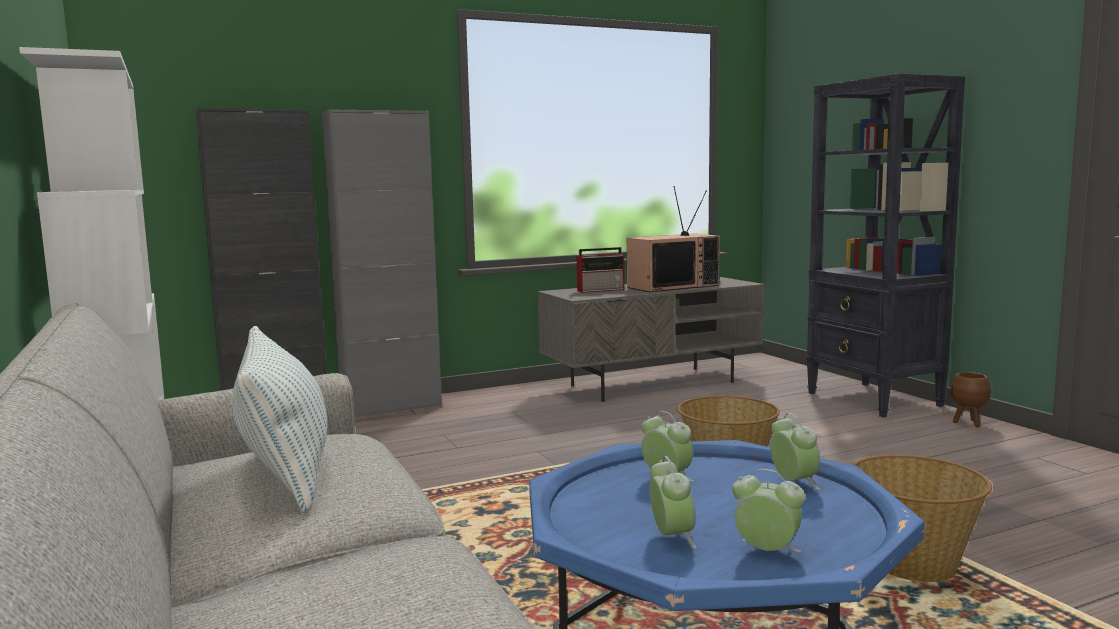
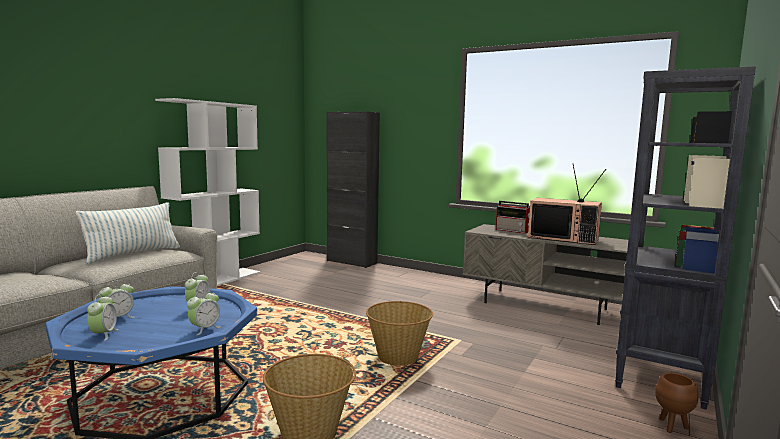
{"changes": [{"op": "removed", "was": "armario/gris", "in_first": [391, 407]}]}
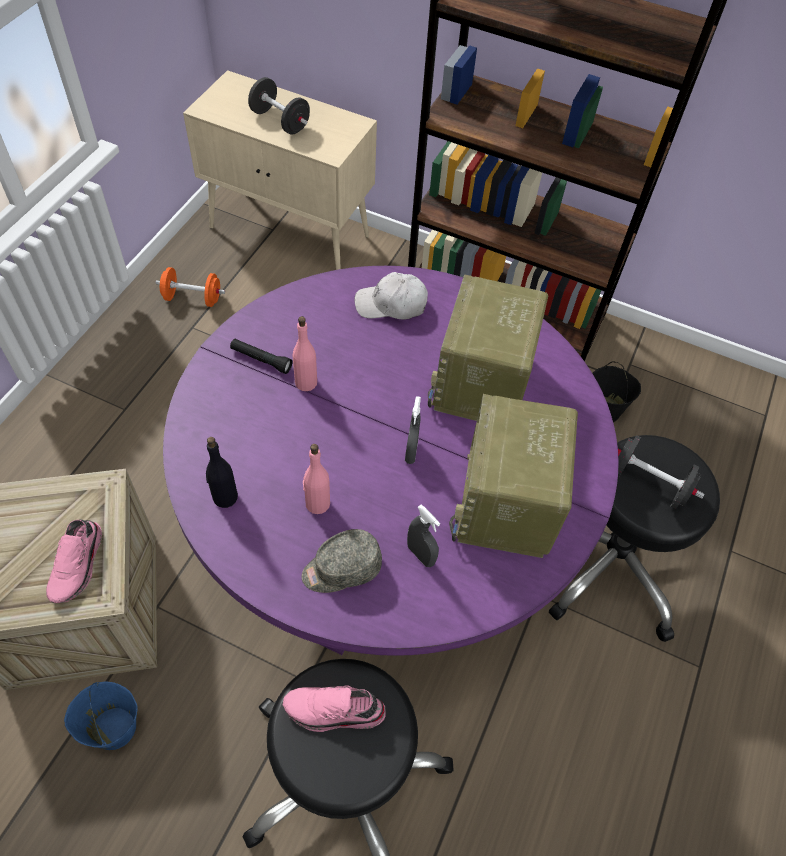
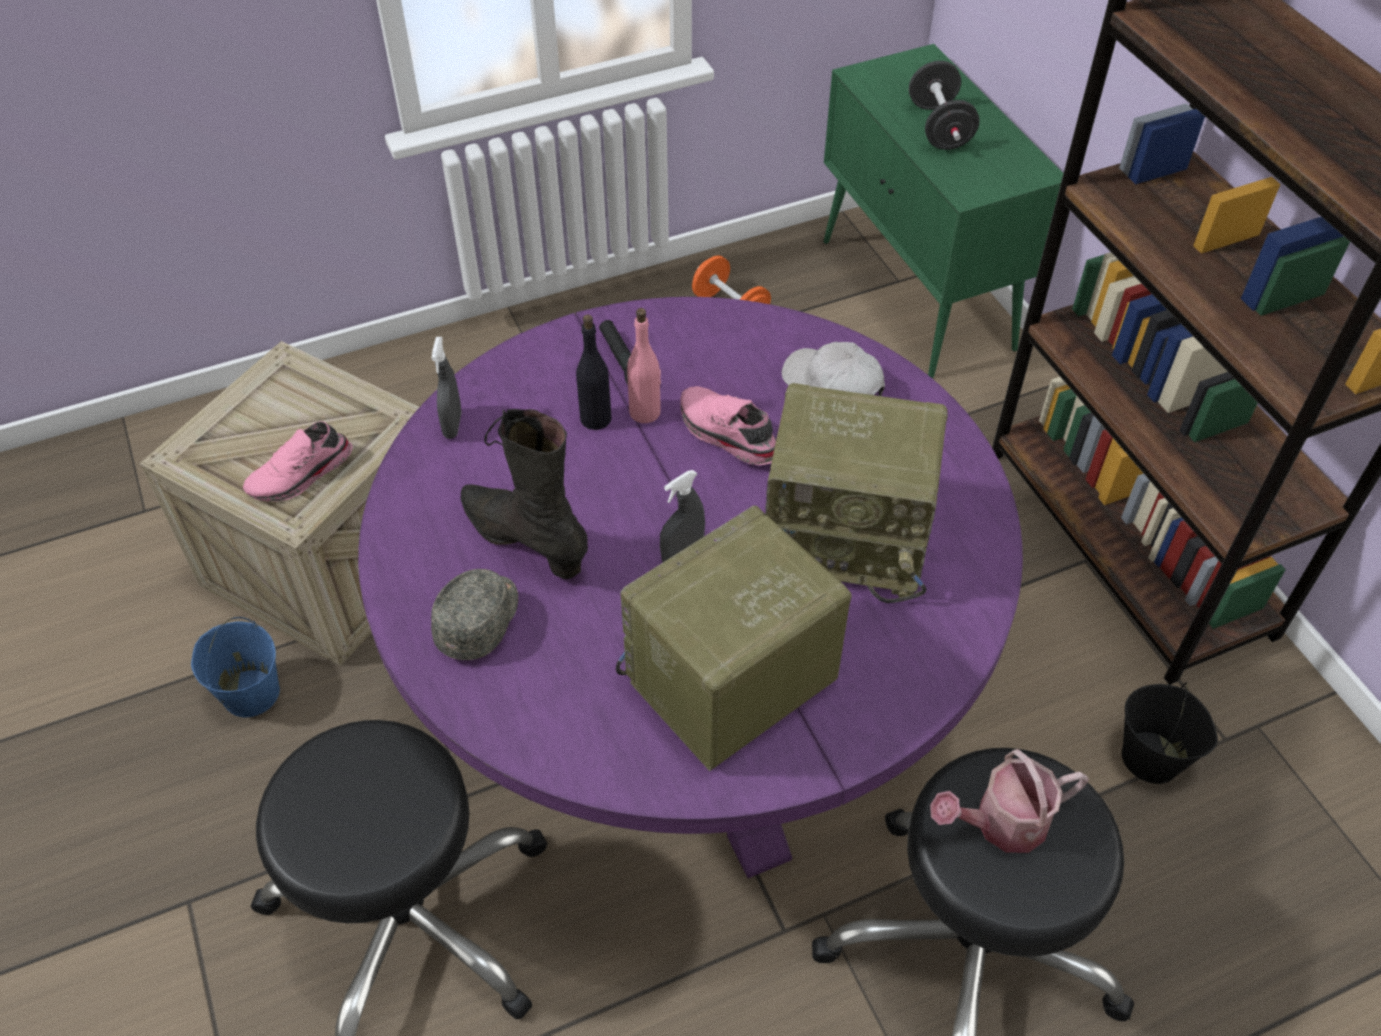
{"changes": [{"op": "moved", "was": "pulverizador/gris", "in_first": [421, 555], "in_second": [452, 425]}, {"op": "turned", "was": "gorra/gris", "in_first": [341, 569], "in_second": [480, 620], "clockwise": 90}, {"op": "replaced", "was": "botella/rosa", "now": "bota/negro", "in_first": [317, 503], "in_second": [525, 540]}, {"op": "moved", "was": "botella/negro", "in_first": [225, 497], "in_second": [595, 418]}, {"op": "moved", "was": "zapato/rosa", "in_first": [333, 712], "in_second": [726, 435]}, {"op": "turned", "was": "radio", "in_first": [482, 384], "in_second": [849, 537], "clockwise": -135}, {"op": "recoloured", "was": "armario/beis", "now": "armario/verde", "in_first": [291, 233], "in_second": [918, 296]}, {"op": "replaced", "was": "mancuerna/negro", "now": "regadera", "in_first": [648, 483], "in_second": [1001, 824]}]}
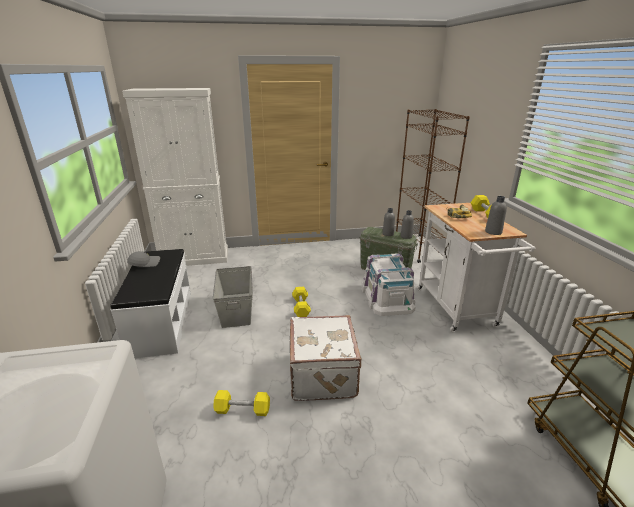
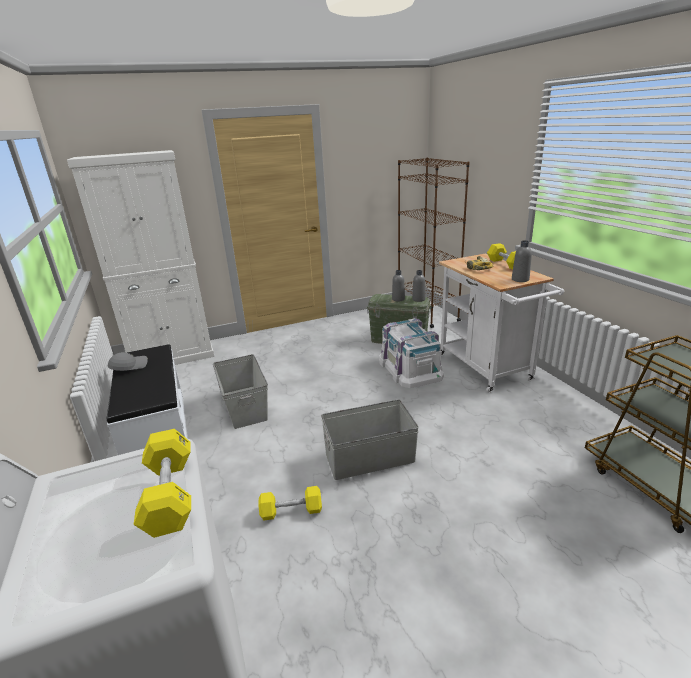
{"changes": [{"op": "moved", "was": "mancuerna/amarillo", "in_first": [301, 307], "in_second": [169, 494]}, {"op": "replaced", "was": "maleta/blanco", "now": "caja de almacenaje/gris", "in_first": [324, 374], "in_second": [369, 458]}]}
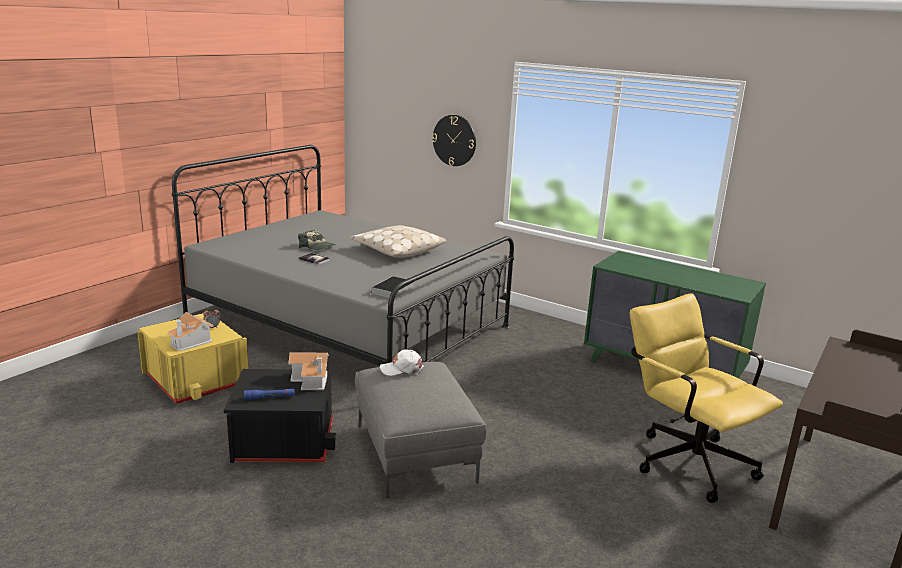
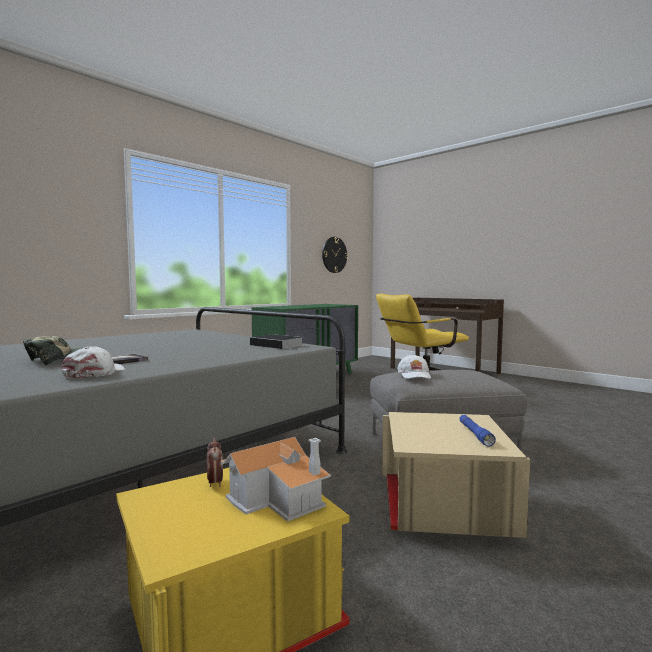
{"changes": [{"op": "added", "now": "gorra/blanco", "in_second": [95, 373]}, {"op": "moved", "was": "reloj de pared", "in_first": [454, 140], "in_second": [334, 255]}, {"op": "recoloured", "was": "caja de almacenaje/negro", "now": "caja de almacenaje/beis", "in_first": [283, 441], "in_second": [442, 508]}, {"op": "removed", "was": "casita", "in_first": [311, 380]}, {"op": "removed", "was": "cojín/beis", "in_first": [397, 250]}]}
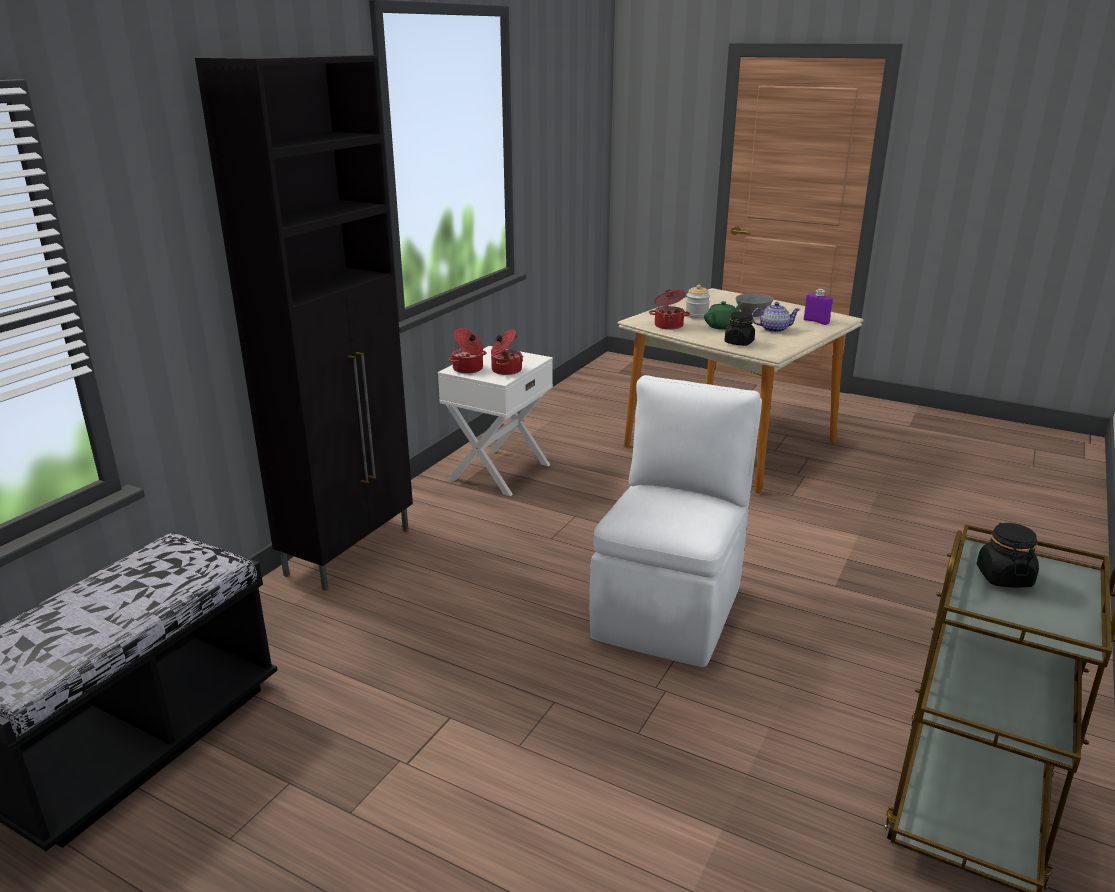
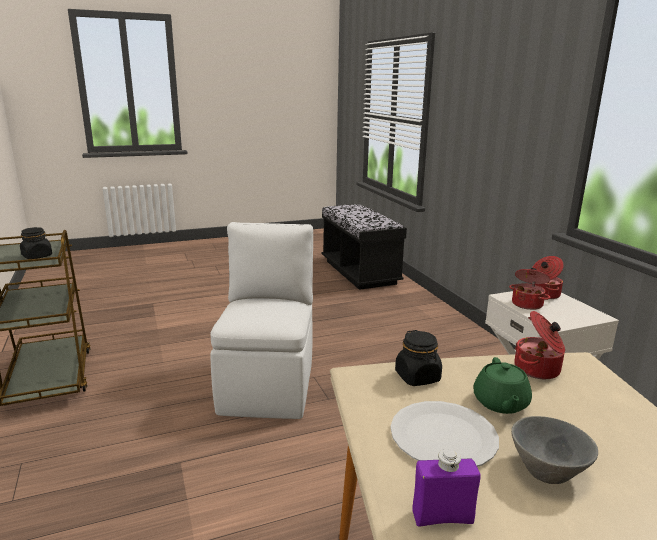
{"changes": [{"op": "turned", "was": "silla/blanco", "in_first": [670, 608], "in_second": [268, 384], "clockwise": -150}, {"op": "replaced", "was": "tetera", "now": "plato/blanco", "in_first": [773, 329], "in_second": [443, 436]}, {"op": "removed", "was": "armario/negro", "in_first": [351, 551]}, {"op": "removed", "was": "tarro", "in_first": [696, 315]}]}
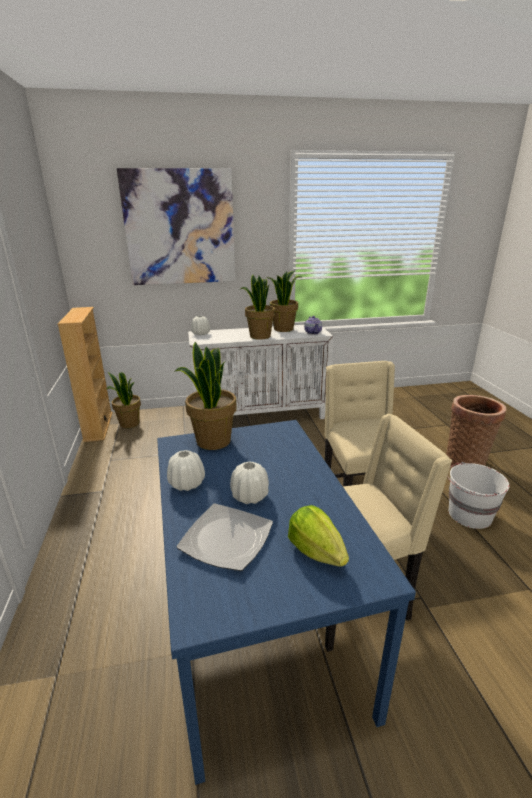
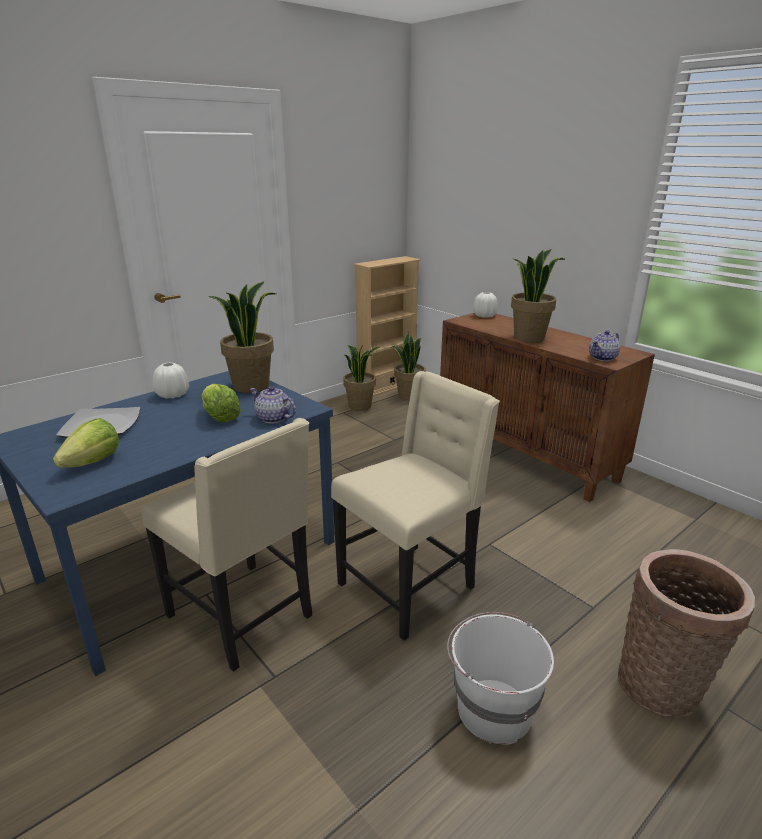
{"changes": [{"op": "added", "now": "lechuga", "in_second": [220, 417]}, {"op": "added", "now": "tetera", "in_second": [273, 418]}, {"op": "moved", "was": "planta en maceta", "in_first": [283, 329], "in_second": [360, 406]}, {"op": "recoloured", "was": "armario/blanco", "now": "armario/marrón", "in_first": [261, 415], "in_second": [526, 455]}, {"op": "removed", "was": "cuadro", "in_first": [180, 228]}, {"op": "removed", "was": "florero/blanco", "in_first": [250, 496]}]}
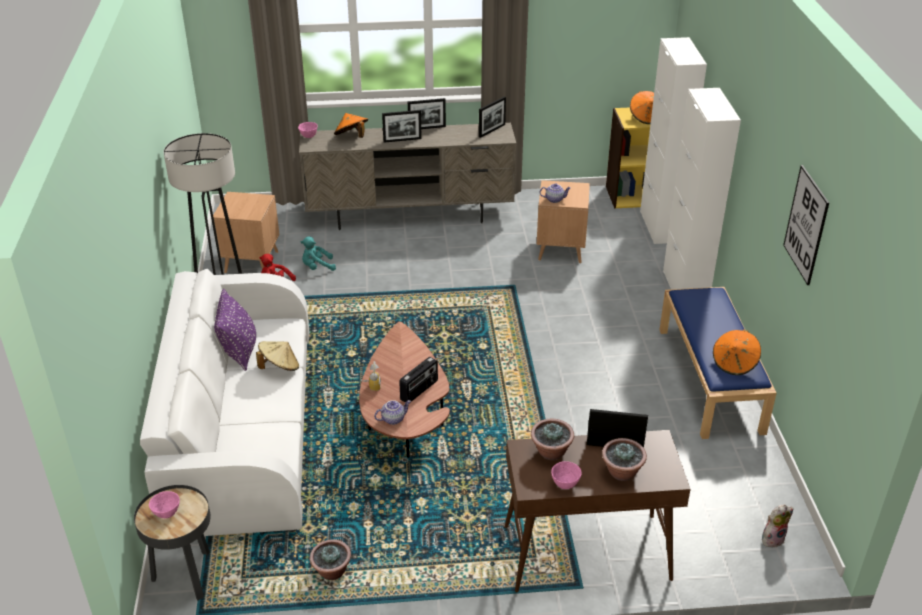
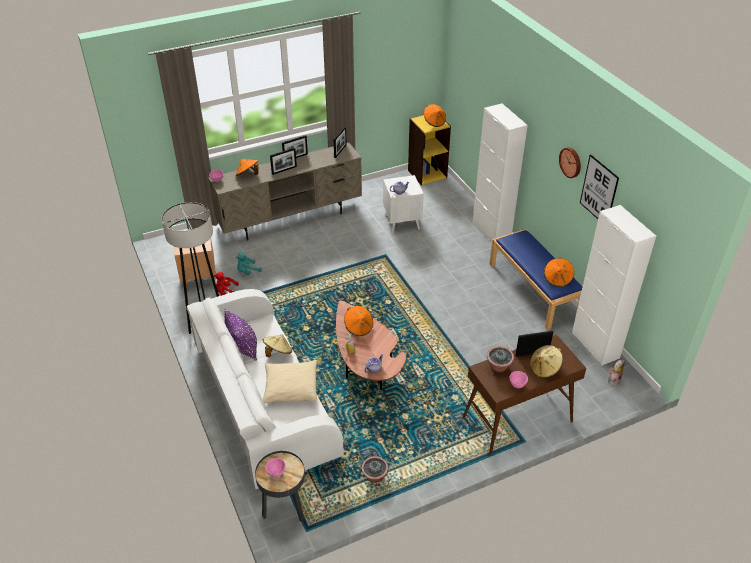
{"changes": [{"op": "added", "now": "cojín/beis", "in_second": [291, 387]}, {"op": "added", "now": "sombrero/naranja", "in_second": [358, 327]}, {"op": "recoloured", "was": "mesa auxiliar/marrón", "now": "mesa auxiliar/blanco", "in_first": [560, 250], "in_second": [402, 222]}, {"op": "replaced", "was": "planta en maceta", "now": "sombrero/beis", "in_first": [622, 473], "in_second": [544, 369]}, {"op": "added", "now": "reloj de pared", "in_second": [571, 162]}, {"op": "moved", "was": "armario/blanco", "in_first": [659, 227], "in_second": [595, 345]}, {"op": "removed", "was": "radio", "in_first": [419, 390]}]}
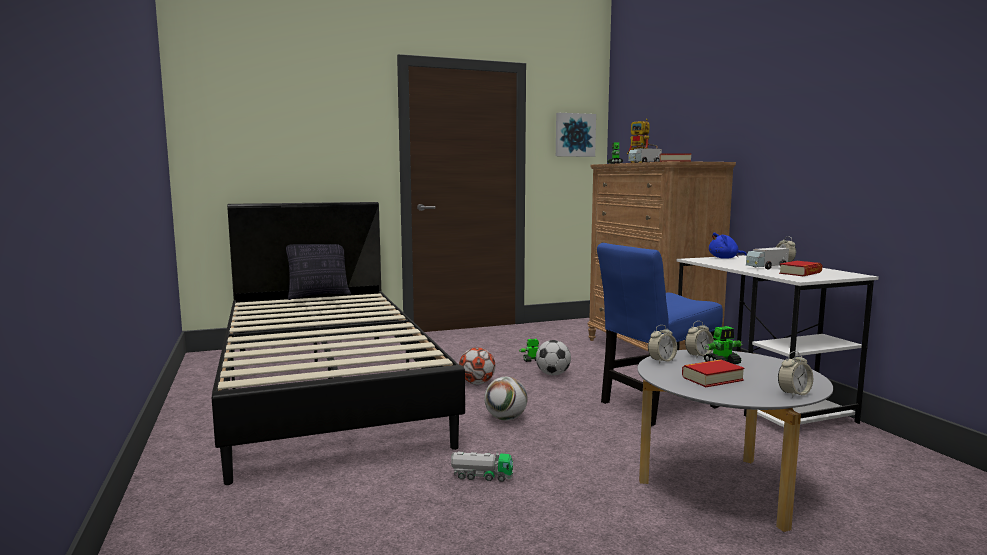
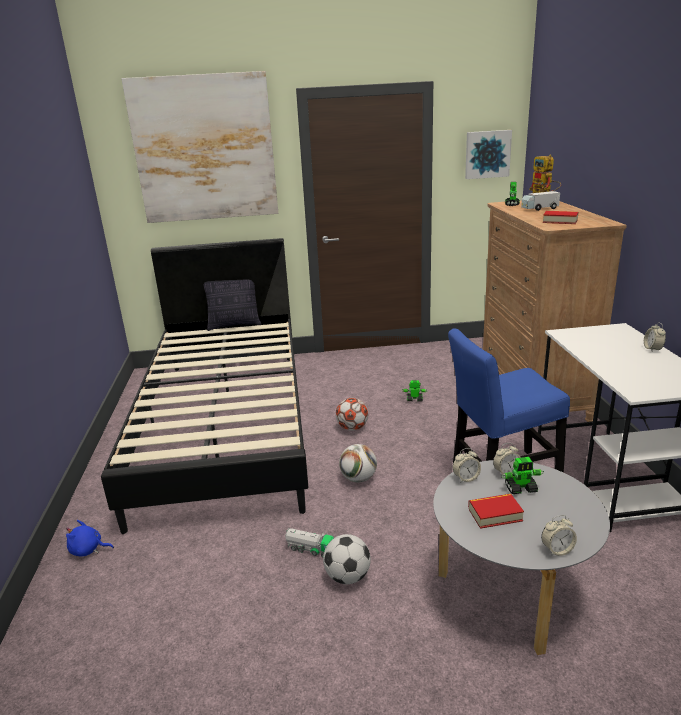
{"changes": [{"op": "moved", "was": "peluche/azul", "in_first": [725, 258], "in_second": [88, 550]}, {"op": "added", "now": "cuadro", "in_second": [204, 149]}, {"op": "moved", "was": "balón de fútbol", "in_first": [553, 374], "in_second": [347, 577]}, {"op": "removed", "was": "camión de juguete", "in_first": [766, 267]}, {"op": "removed", "was": "libro", "in_first": [800, 273]}]}
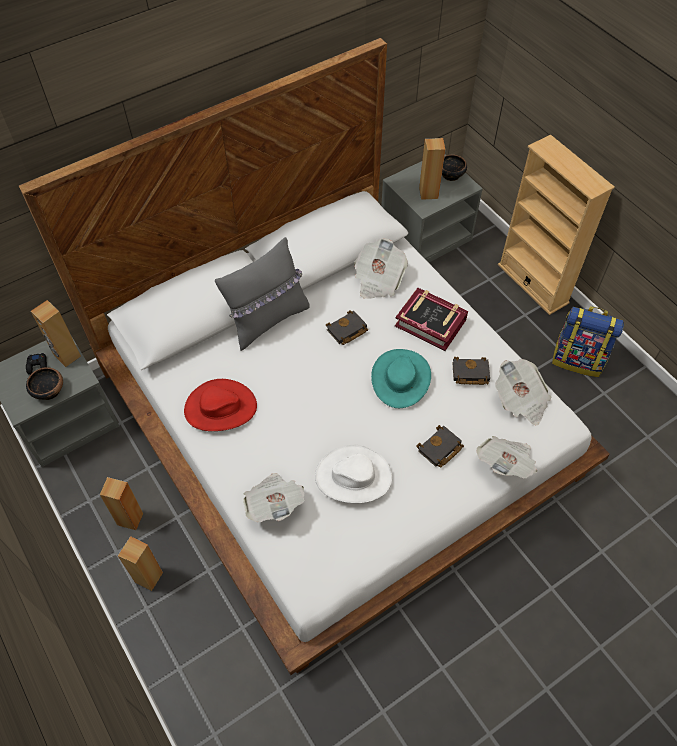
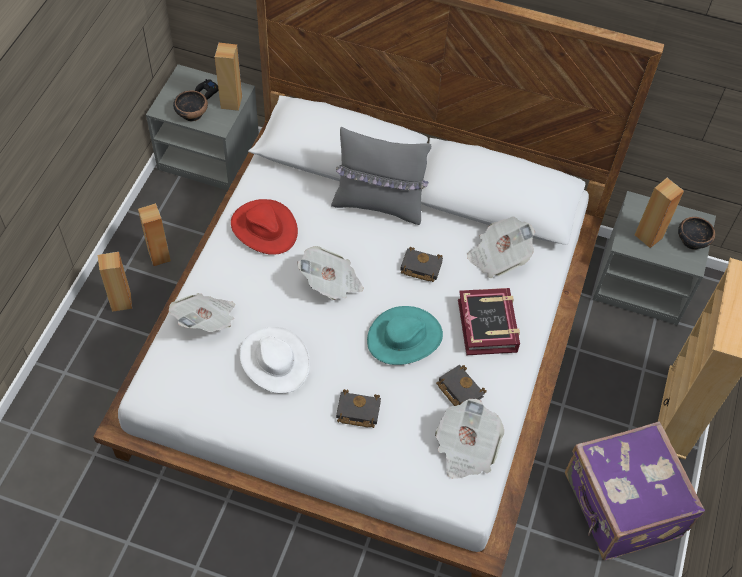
{"changes": [{"op": "moved", "was": "periódico", "in_first": [506, 464], "in_second": [331, 283]}, {"op": "replaced", "was": "mochila", "now": "maleta/morado", "in_first": [578, 359], "in_second": [620, 506]}]}
